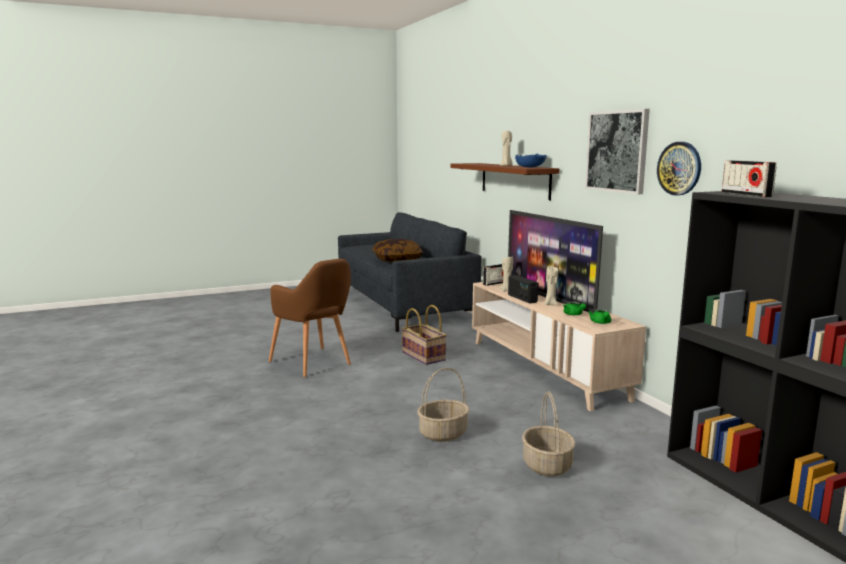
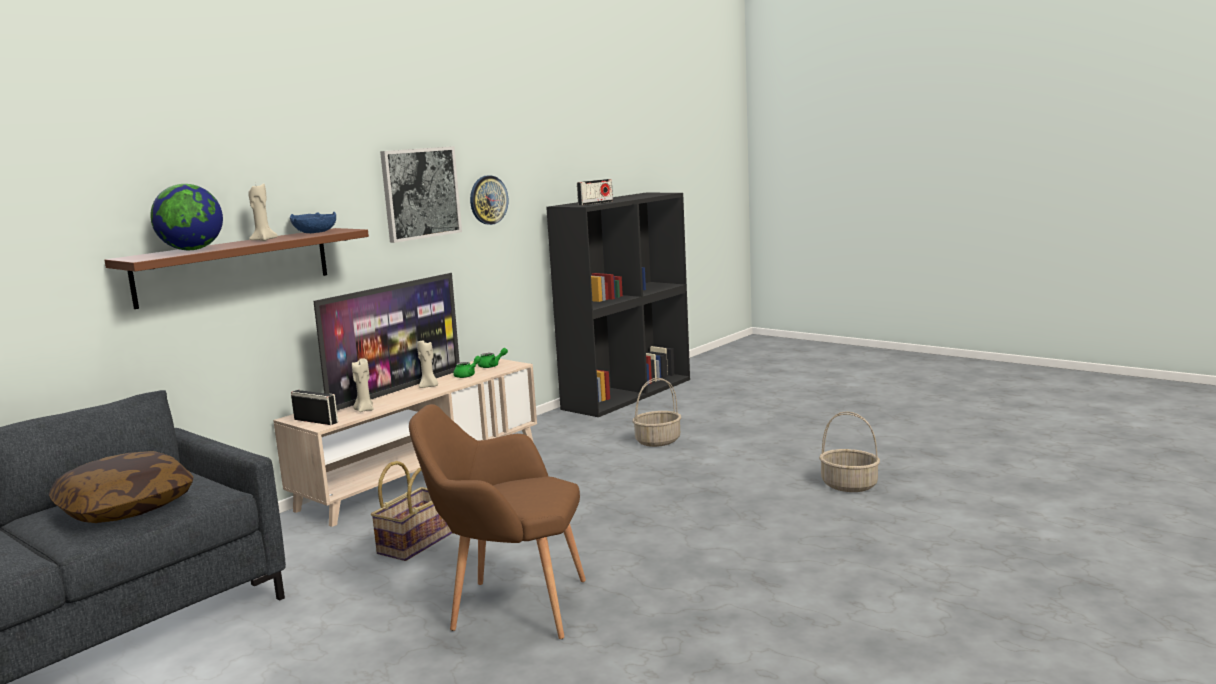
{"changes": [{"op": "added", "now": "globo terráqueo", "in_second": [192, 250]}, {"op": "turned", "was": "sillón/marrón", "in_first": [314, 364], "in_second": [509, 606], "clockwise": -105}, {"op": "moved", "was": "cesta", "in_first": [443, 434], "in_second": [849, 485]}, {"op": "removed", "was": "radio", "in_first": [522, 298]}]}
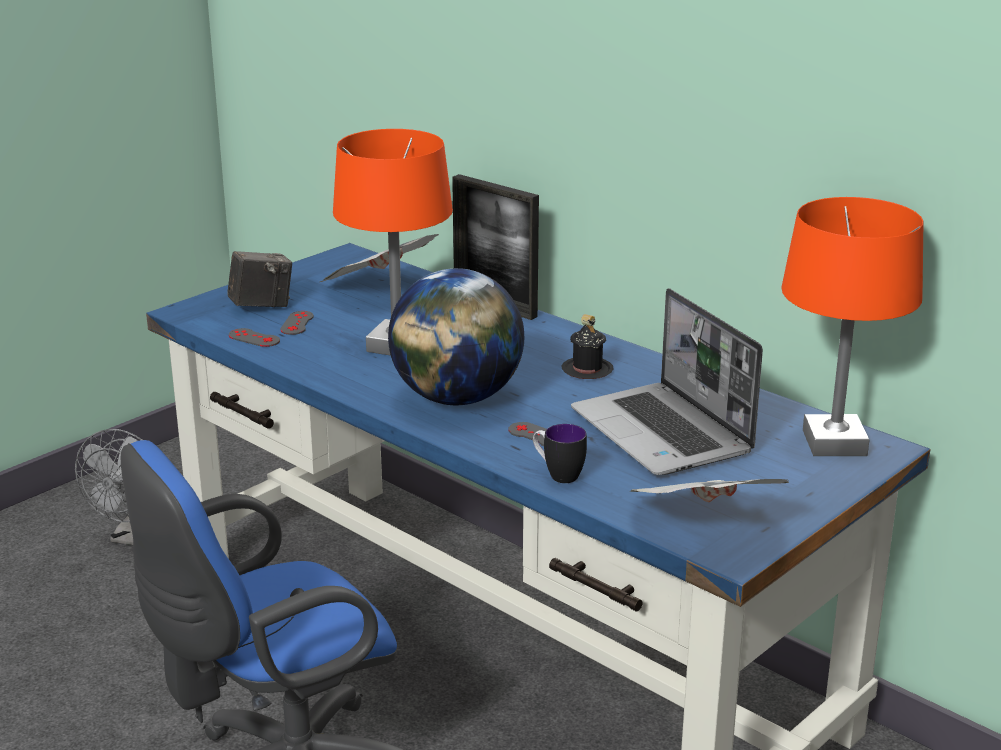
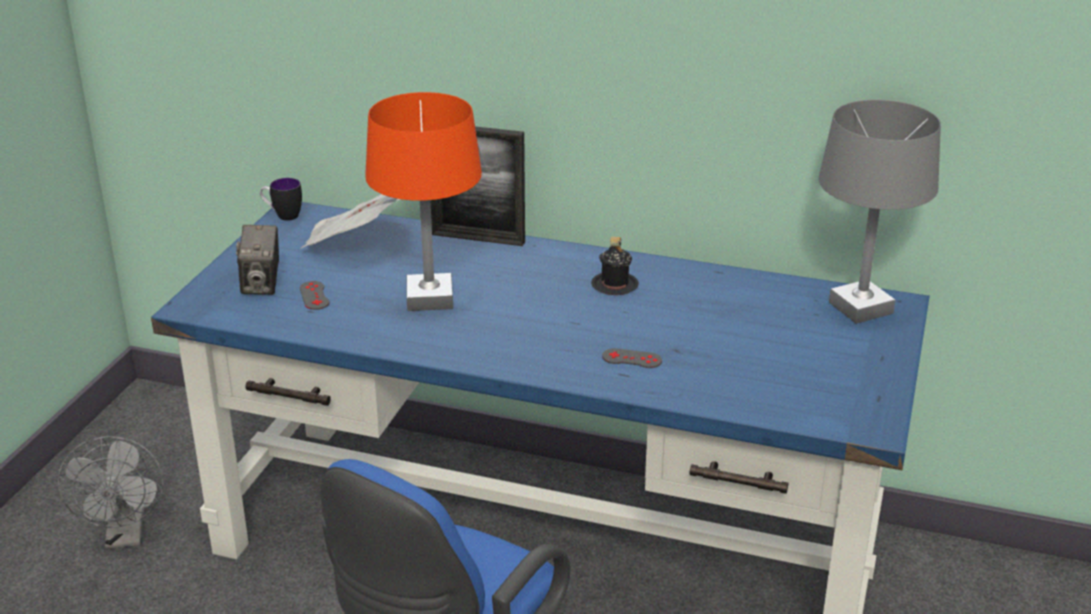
{"changes": [{"op": "turned", "was": "cámara", "in_first": [261, 306], "in_second": [262, 285], "clockwise": 135}, {"op": "moved", "was": "taza grande", "in_first": [557, 474], "in_second": [282, 216]}, {"op": "recoloured", "was": "lámpara de mesa/naranja", "now": "lámpara de mesa/gris", "in_first": [834, 443], "in_second": [861, 308]}, {"op": "removed", "was": "mando de consola/gris", "in_first": [254, 338]}, {"op": "removed", "was": "globo terráqueo", "in_first": [457, 398]}, {"op": "removed", "was": "portátil", "in_first": [663, 433]}, {"op": "removed", "was": "periódico", "in_first": [704, 524]}]}
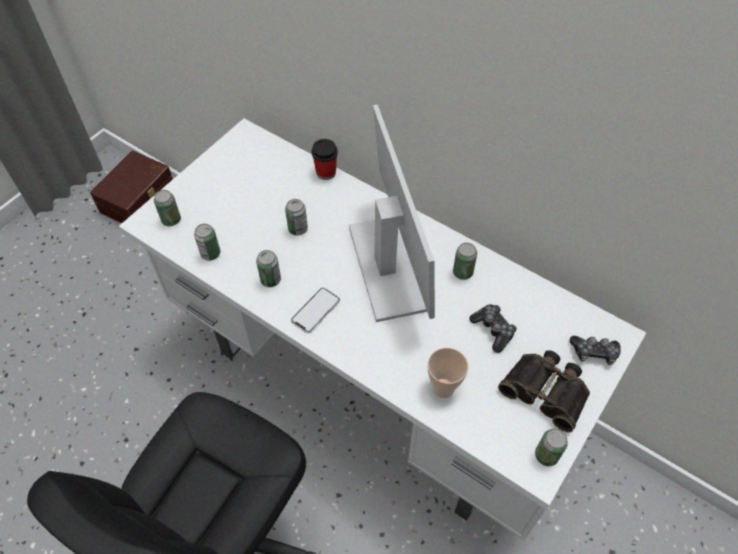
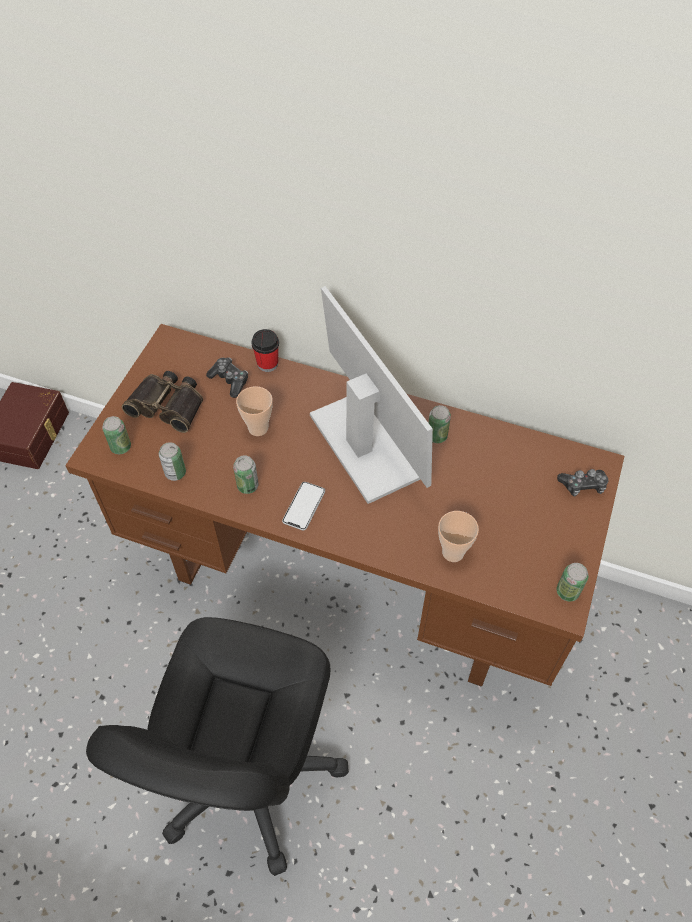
{"changes": [{"op": "recoloured", "was": "escritorio/blanco", "now": "escritorio/marrón", "in_first": [371, 387], "in_second": [348, 578]}, {"op": "moved", "was": "prismáticos", "in_first": [547, 390], "in_second": [168, 405]}, {"op": "moved", "was": "mando de consola", "in_first": [493, 330], "in_second": [229, 380]}, {"op": "replaced", "was": "lata", "now": "taza", "in_first": [298, 229], "in_second": [258, 428]}]}
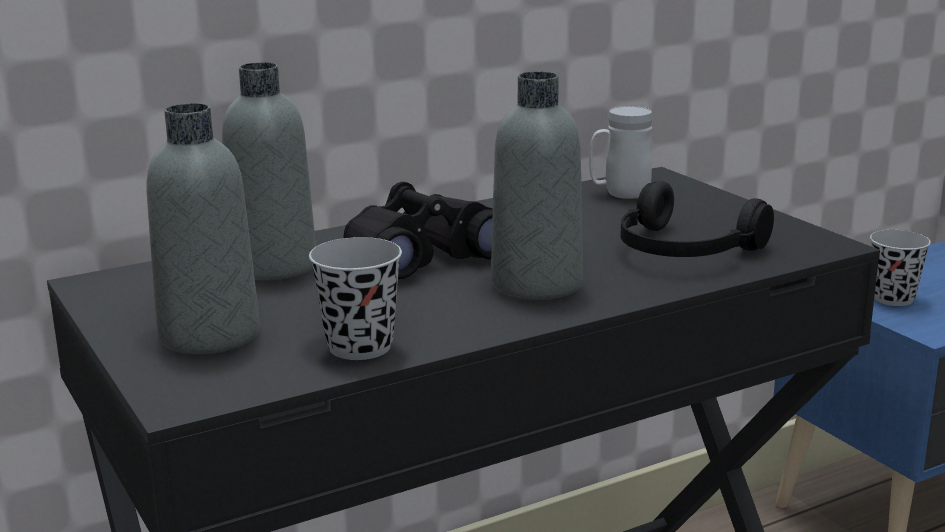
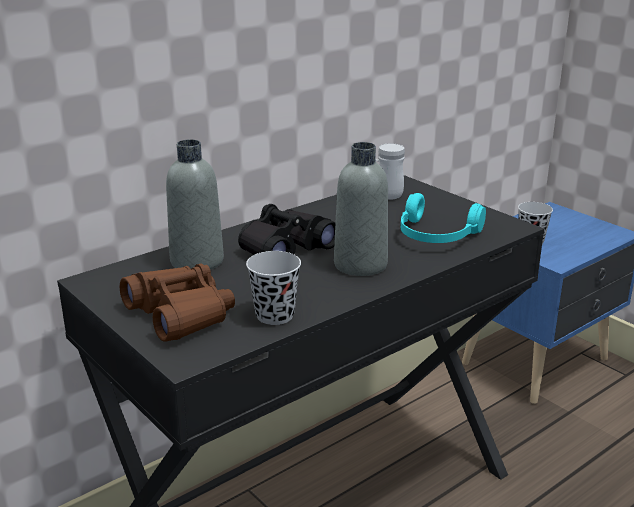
{"changes": [{"op": "replaced", "was": "botella/gris", "now": "prismáticos/marrón", "in_first": [209, 335], "in_second": [180, 314]}, {"op": "recoloured", "was": "auriculares/negro", "now": "auriculares/turquesa", "in_first": [682, 251], "in_second": [435, 236]}]}
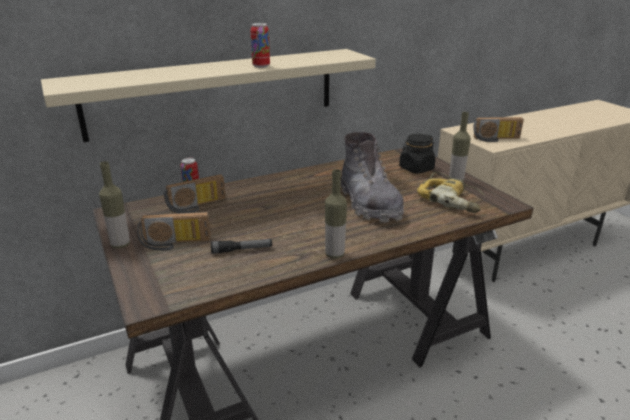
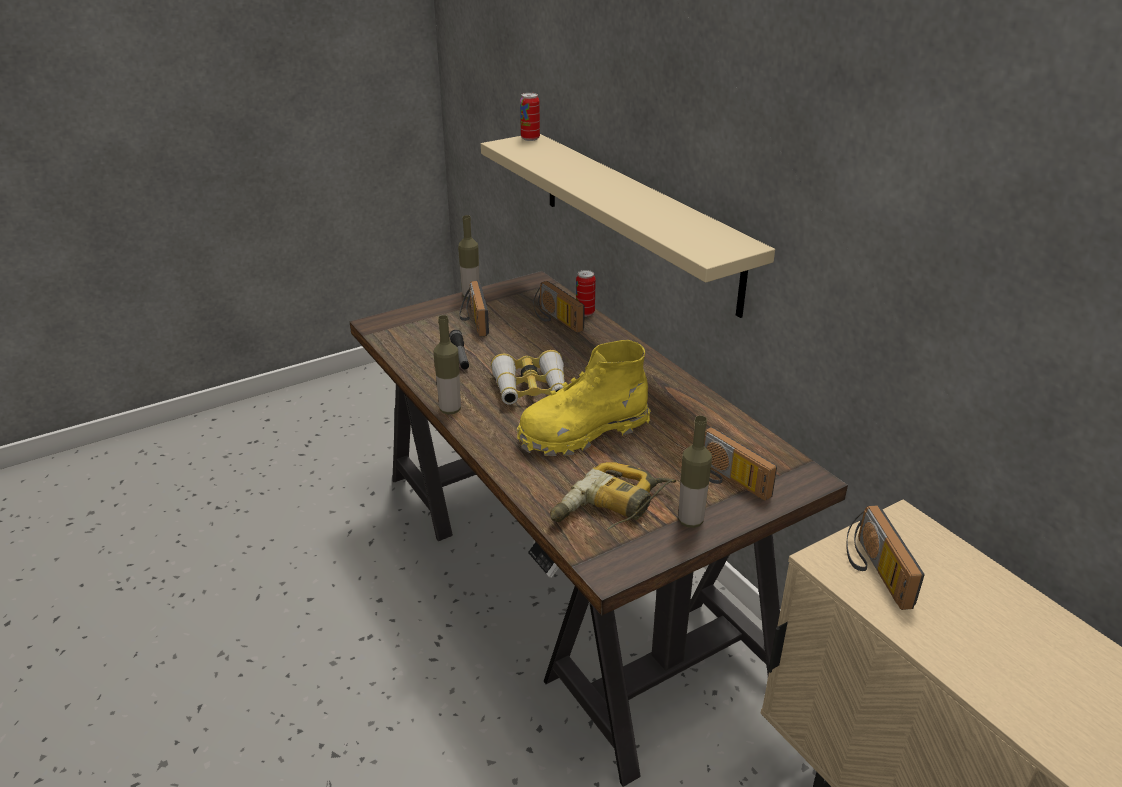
{"changes": [{"op": "added", "now": "prismáticos", "in_second": [530, 388]}, {"op": "recoloured", "was": "bota/gris", "now": "bota/amarillo", "in_first": [369, 204], "in_second": [582, 432]}, {"op": "moved", "was": "lata", "in_first": [261, 66], "in_second": [530, 138]}, {"op": "replaced", "was": "tarro/negro", "now": "radio", "in_first": [416, 168], "in_second": [727, 480]}]}
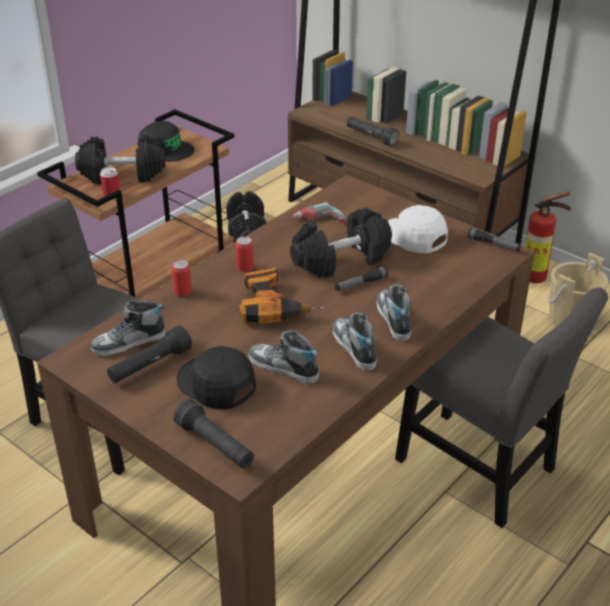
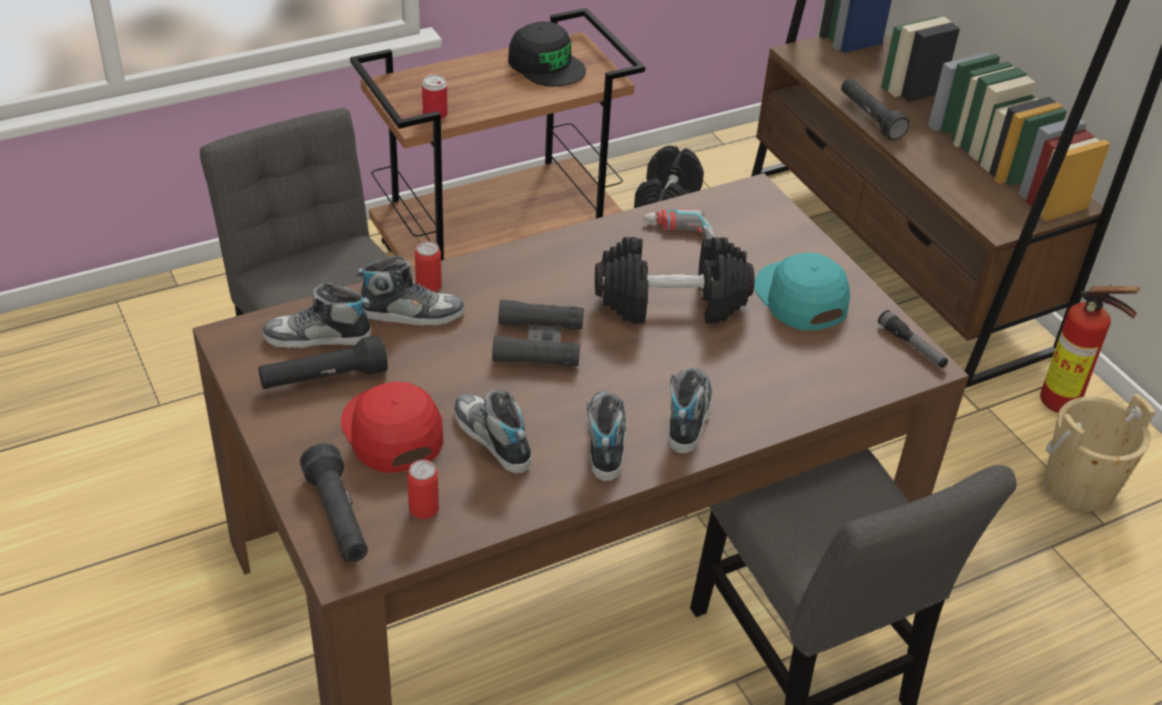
{"changes": [{"op": "recoloured", "was": "gorra/negro", "now": "gorra/rojo", "in_first": [216, 383], "in_second": [391, 431]}, {"op": "added", "now": "zapato", "in_second": [411, 313]}, {"op": "moved", "was": "lata", "in_first": [245, 267], "in_second": [424, 508]}, {"op": "replaced", "was": "taladro", "now": "prismáticos/negro", "in_first": [275, 304], "in_second": [538, 342]}, {"op": "recoloured", "was": "gorra/blanco", "now": "gorra/turquesa", "in_first": [414, 236], "in_second": [800, 298]}, {"op": "removed", "was": "mancuerna/negro", "in_first": [122, 174]}, {"op": "removed", "was": "linterna", "in_first": [360, 284]}]}
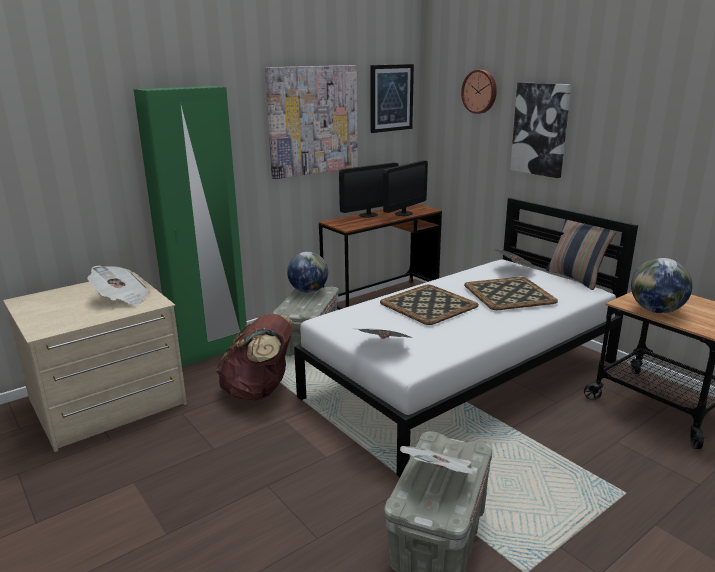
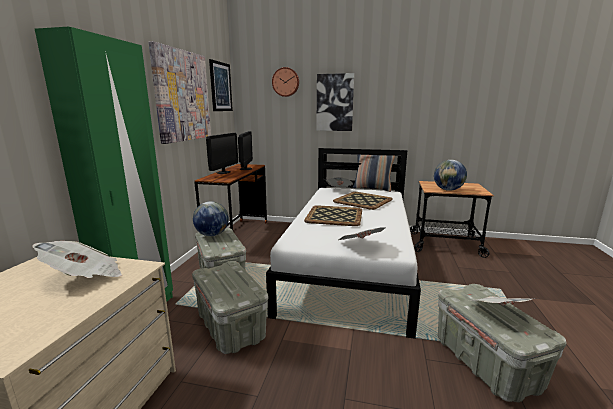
{"changes": [{"op": "replaced", "was": "mochila/marrón", "now": "caja de almacenaje/gris", "in_first": [259, 391], "in_second": [231, 327]}]}
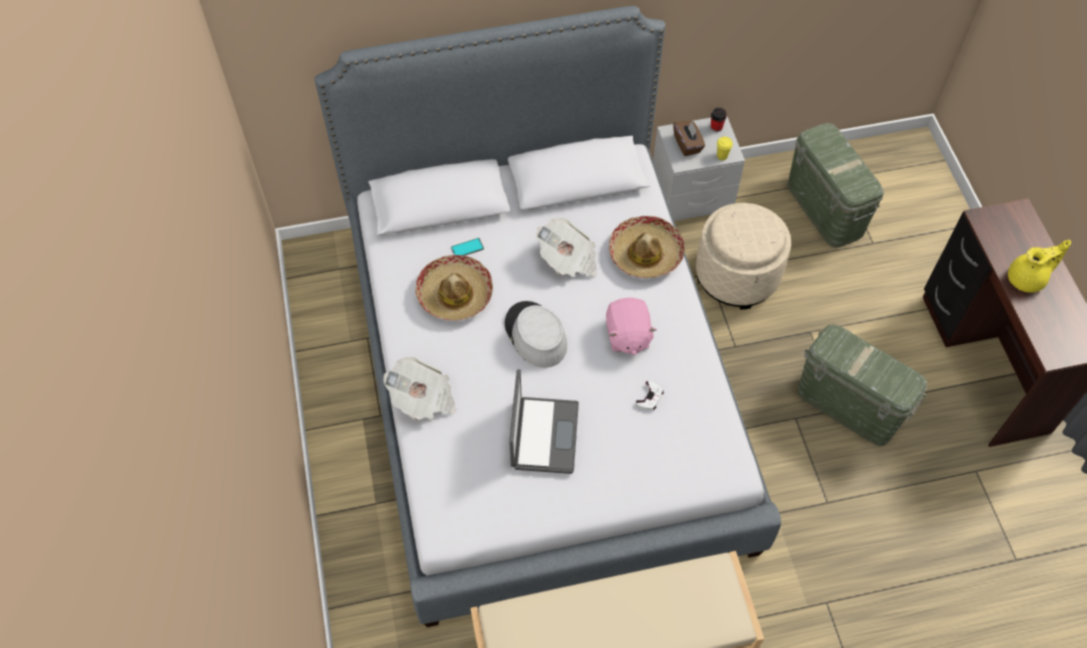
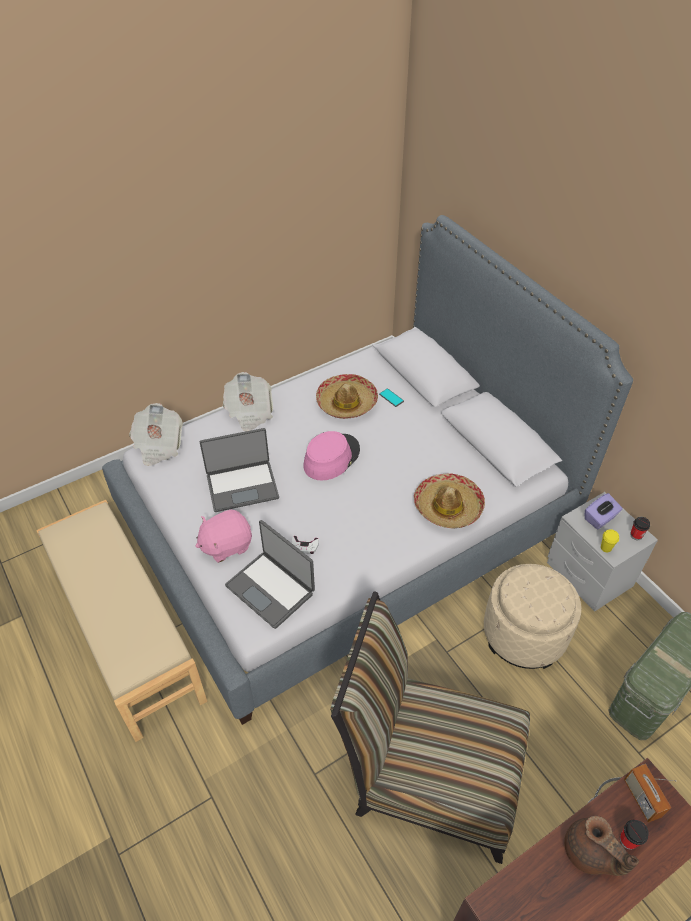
{"changes": [{"op": "moved", "was": "periódico", "in_first": [568, 260], "in_second": [158, 445]}, {"op": "moved", "was": "peluche/rosa", "in_first": [627, 336], "in_second": [226, 545]}, {"op": "added", "now": "portátil", "in_second": [271, 588]}, {"op": "recoloured", "was": "sombrero/gris", "now": "sombrero/rosa", "in_first": [535, 335], "in_second": [331, 457]}, {"op": "replaced", "was": "caja de almacenaje/verde", "now": "silla", "in_first": [848, 405], "in_second": [429, 771]}, {"op": "recoloured", "was": "tetera/amarillo", "now": "tetera/marrón", "in_first": [1027, 279], "in_second": [589, 853]}, {"op": "recoloured", "was": "caja de pañuelos/marrón", "now": "caja de pañuelos/morado", "in_first": [687, 144], "in_second": [600, 518]}, {"op": "added", "now": "taza", "in_second": [628, 840]}, {"op": "added", "now": "radio", "in_second": [642, 798]}]}
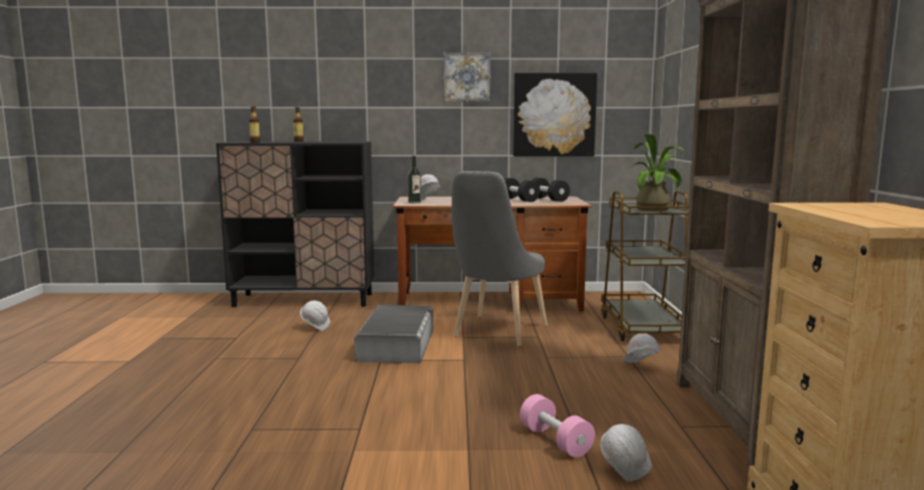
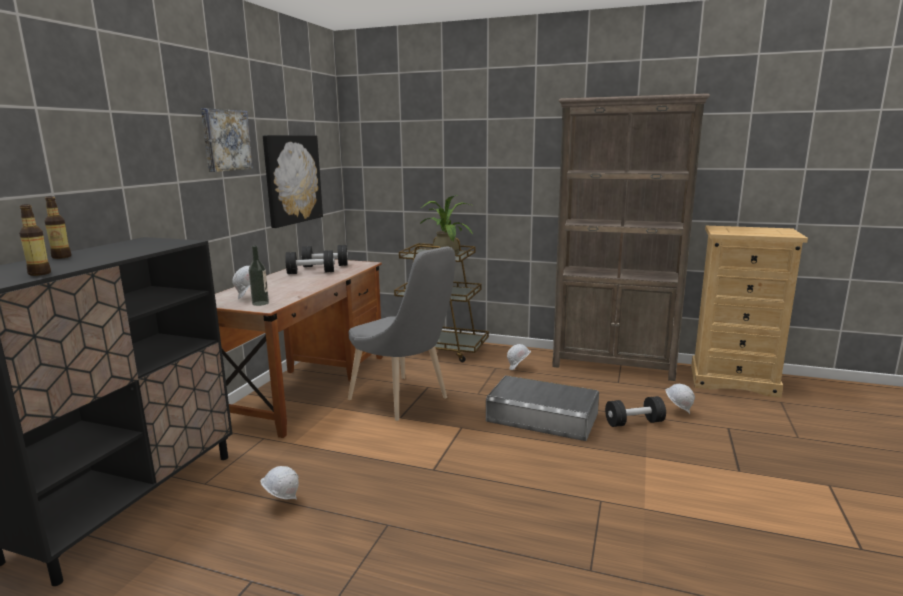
{"changes": [{"op": "moved", "was": "caja de almacenaje/gris", "in_first": [397, 344], "in_second": [542, 417]}, {"op": "recoloured", "was": "mancuerna/rosa", "now": "mancuerna/negro", "in_first": [555, 441], "in_second": [634, 422]}]}
